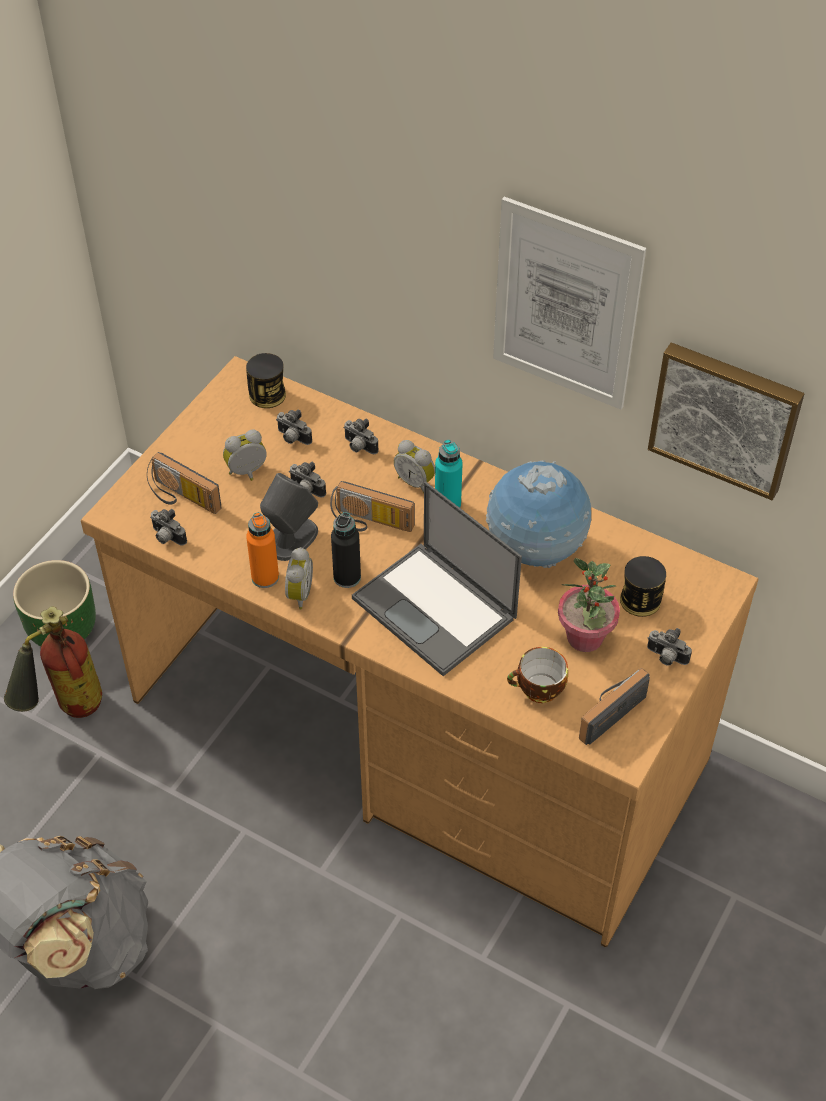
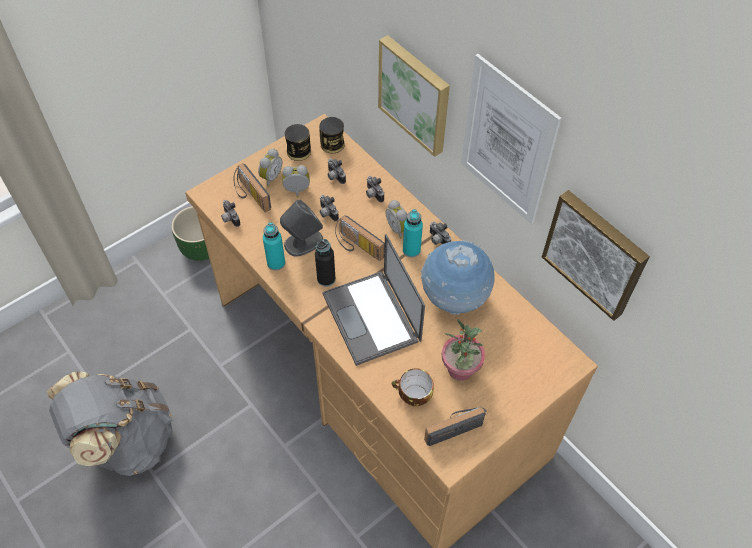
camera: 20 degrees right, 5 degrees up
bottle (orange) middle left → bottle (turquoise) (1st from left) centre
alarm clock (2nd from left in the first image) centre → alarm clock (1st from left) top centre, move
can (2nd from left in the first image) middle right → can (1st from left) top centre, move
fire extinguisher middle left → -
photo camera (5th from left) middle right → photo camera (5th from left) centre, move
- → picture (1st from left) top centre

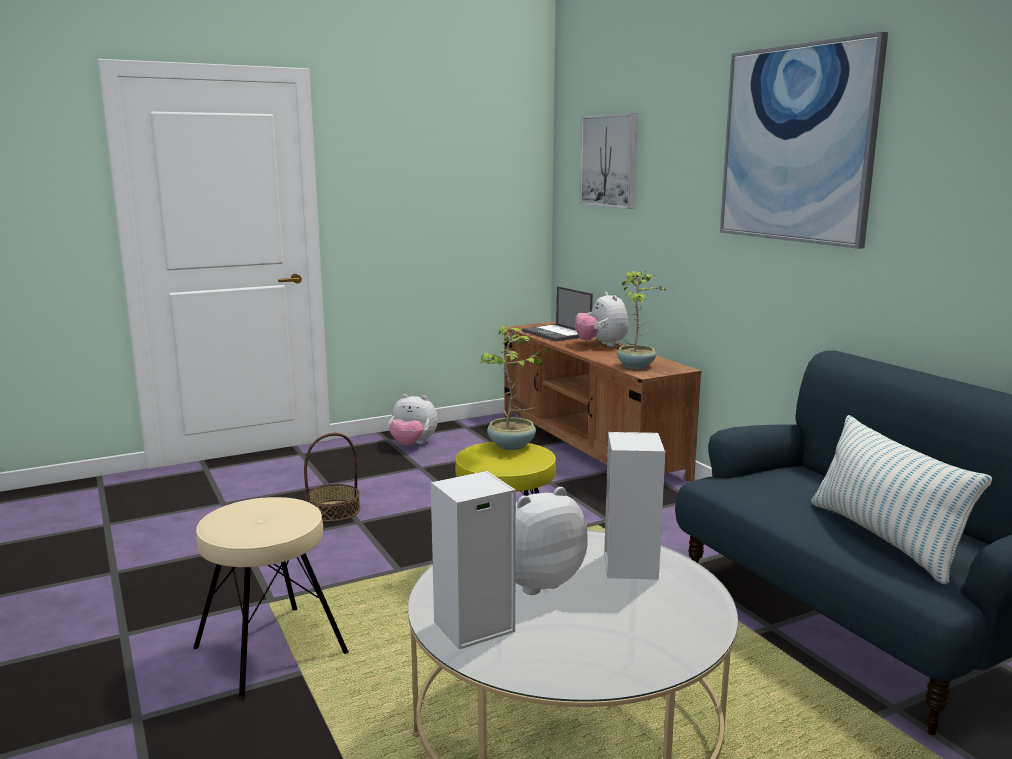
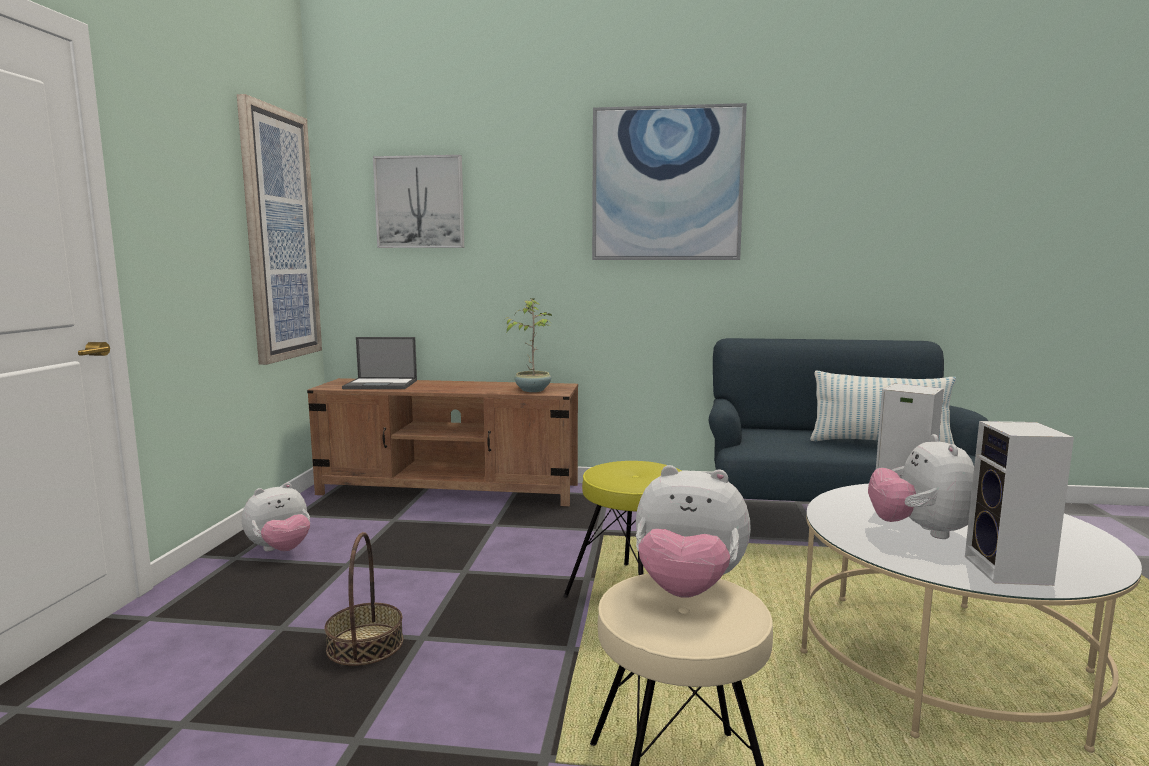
camera: 55 degrees left, 5 degrees down
plush toy (3rd from left in the first image) centre → plush toy (2nd from left) bottom centre, move
potted plant (1st from left) centre → -
- → picture (1st from left) top left

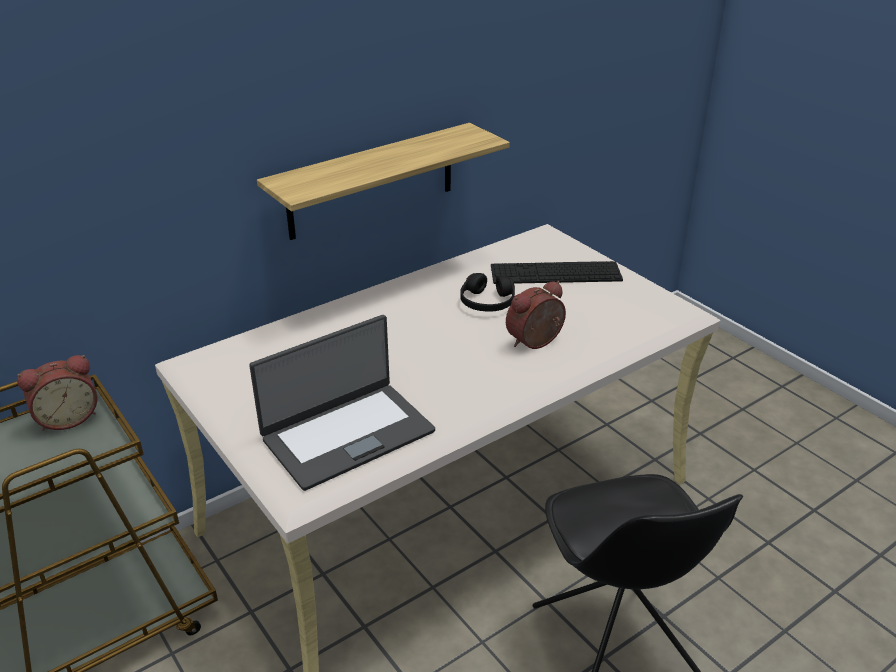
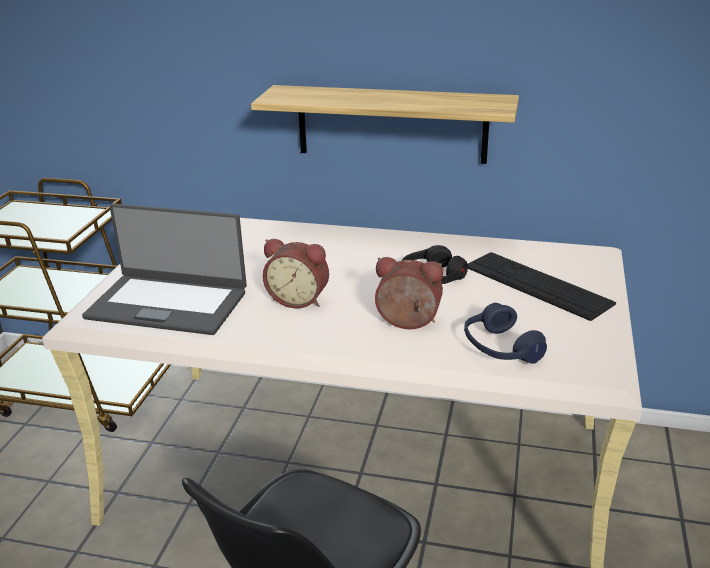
camera: 50 degrees right, 5 degrees down
alarm clock (1st from left) middle left → alarm clock (1st from left) centre, move
- → headphones (blue) middle right

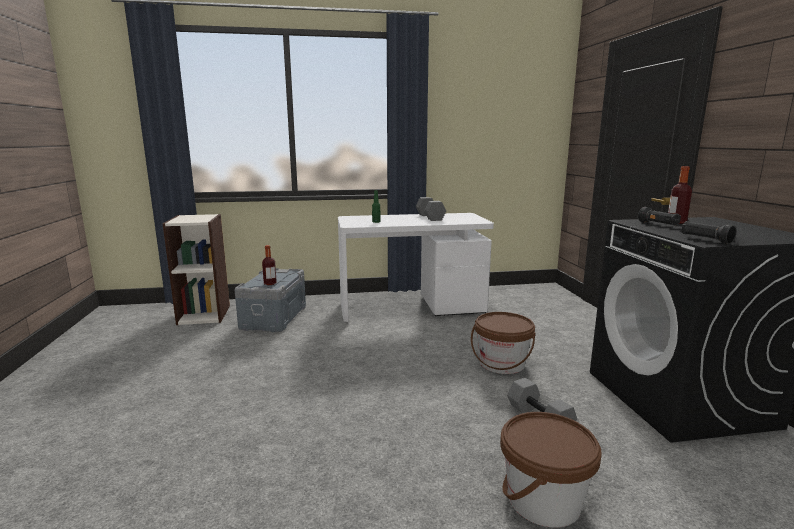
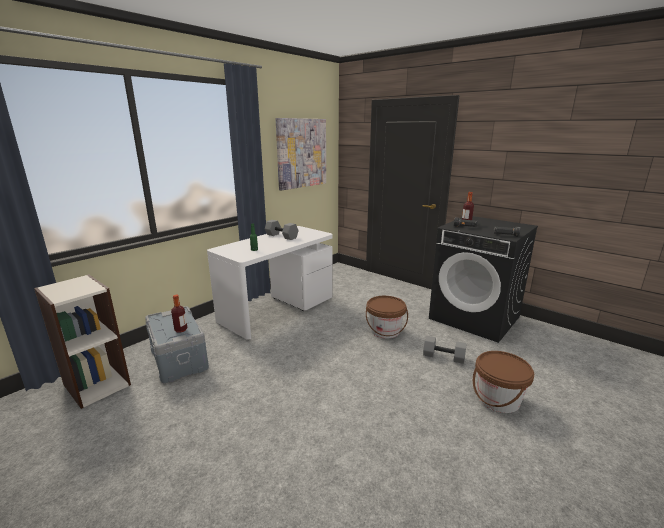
camera: 40 degrees left, 5 degrees up
- → picture top centre

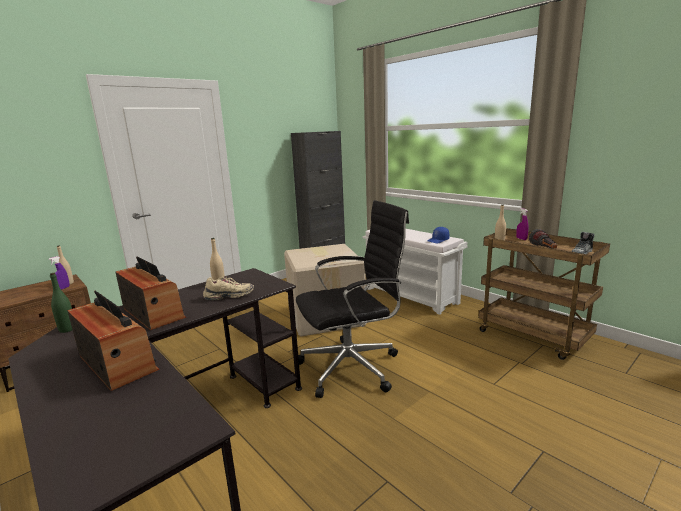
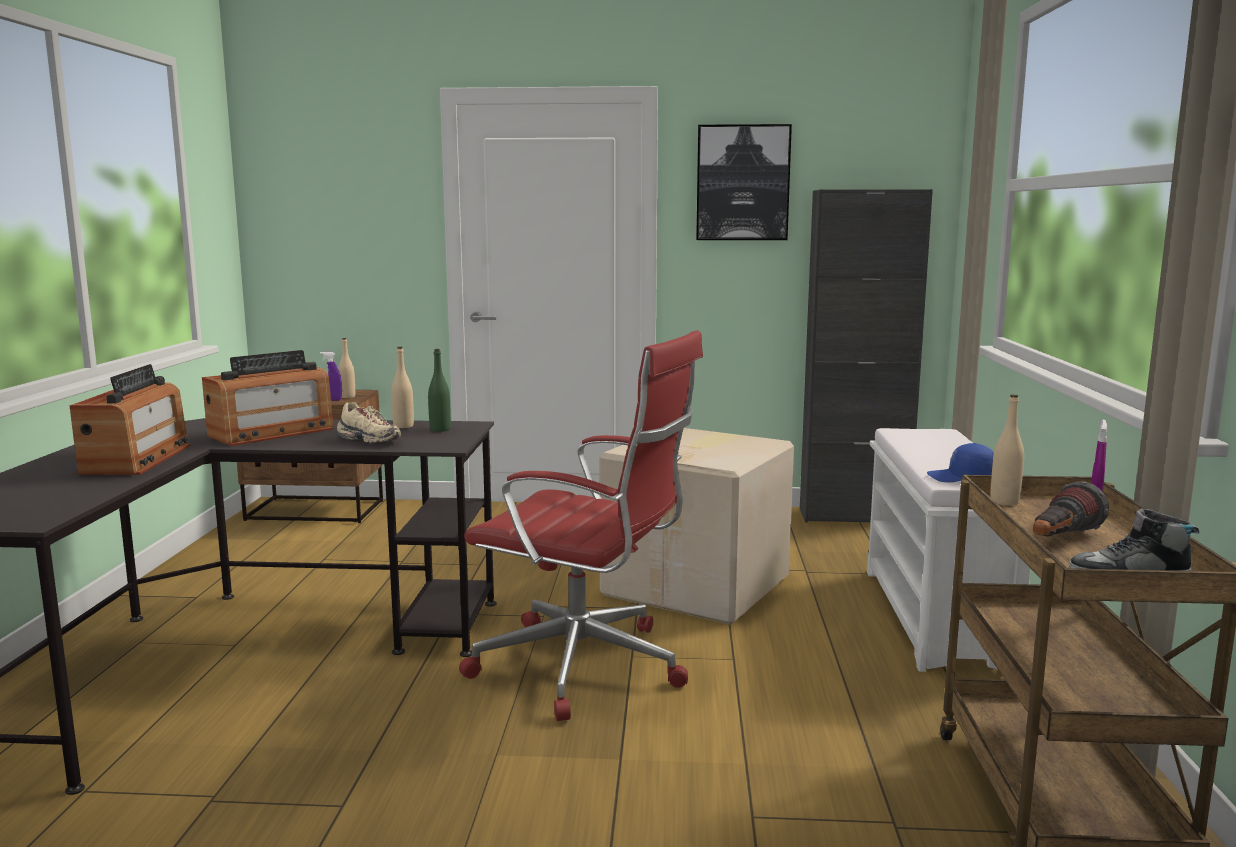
camera: 45 degrees right, 5 degrees down
office chair (black) centre → office chair (red) centre
radio (2nd from left) middle left, 45 degrees clockwise
bottle (green) middle left → bottle (green) centre, move
- → picture top centre

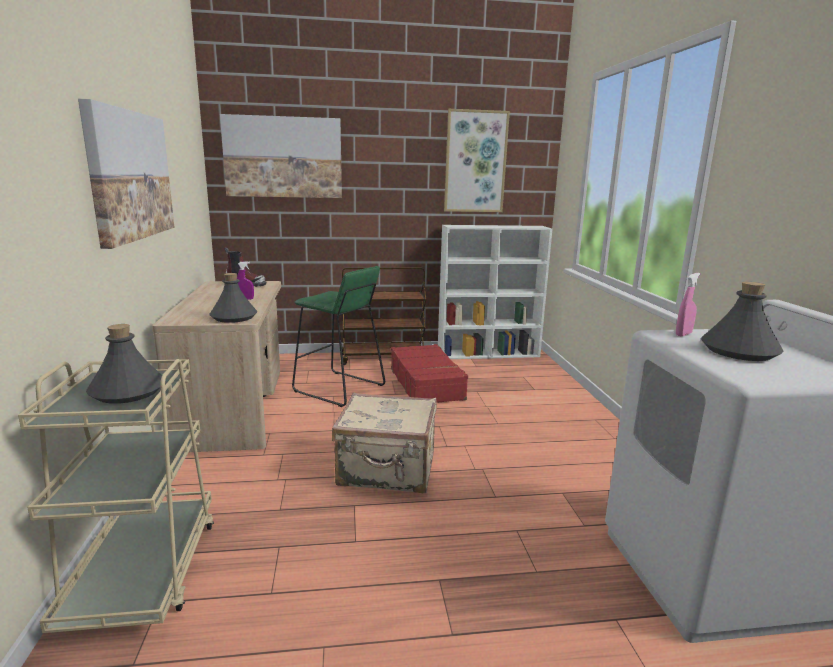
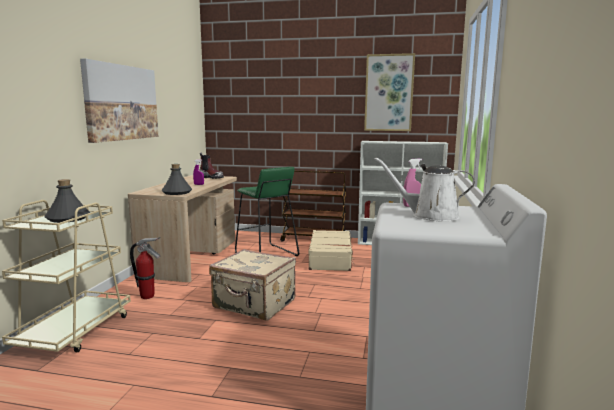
camera: 20 degrees right, 5 degrees down
picture (2nd from left) top centre → -
bottle (grey) (3rd from left) middle right → watering can (white) middle right
suitcase (red) centre → suitcase (beige) (2nd from left) centre
- → fire extinguisher middle left

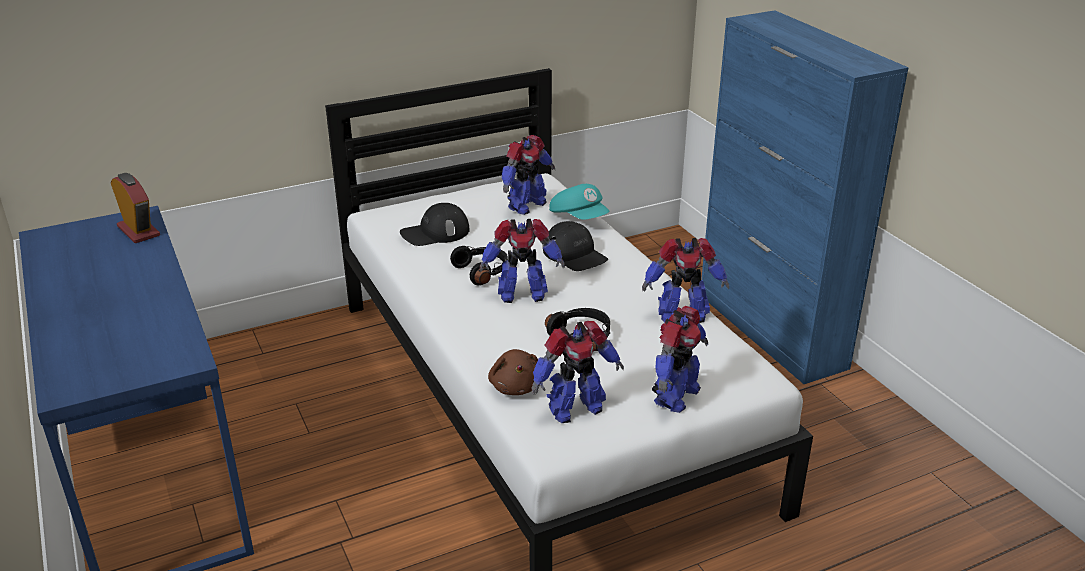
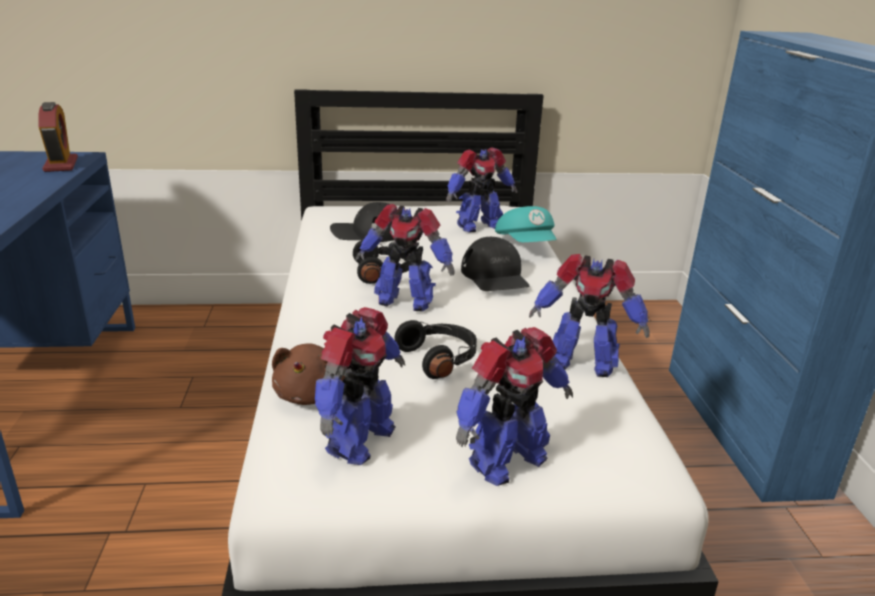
camera: 20 degrees right, 5 degrees down
toy robot (3rd from left in the first image) centre → toy robot (1st from left) centre, 60 degrees counterclockwise

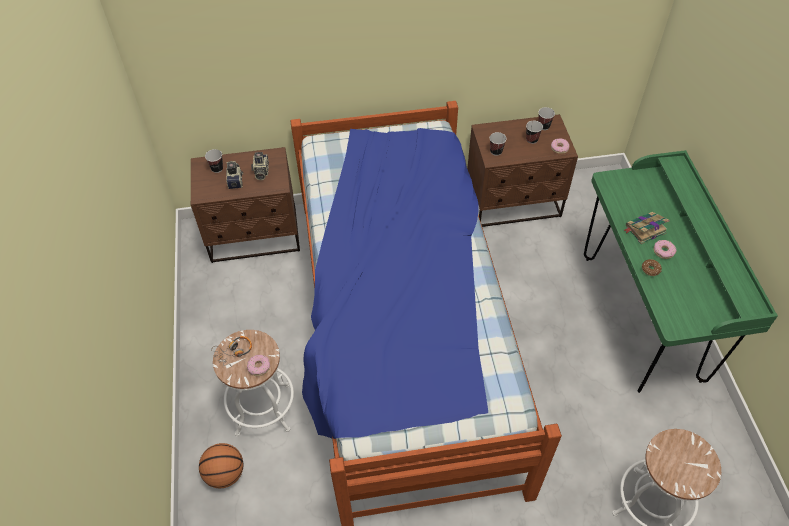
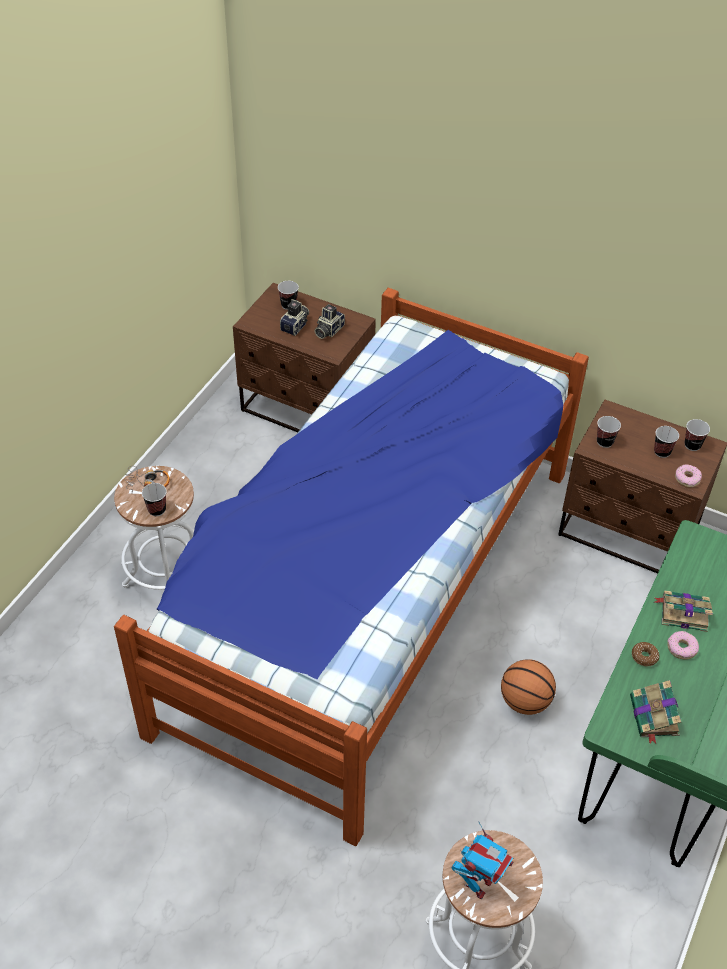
camera: 35 degrees right, 5 degrees down
donut (1st from left) bottom left → cup (1st from left) middle left
basketball bottom left → basketball bottom right, move
- → book (1st from left) bottom right
- → toy robot bottom centre

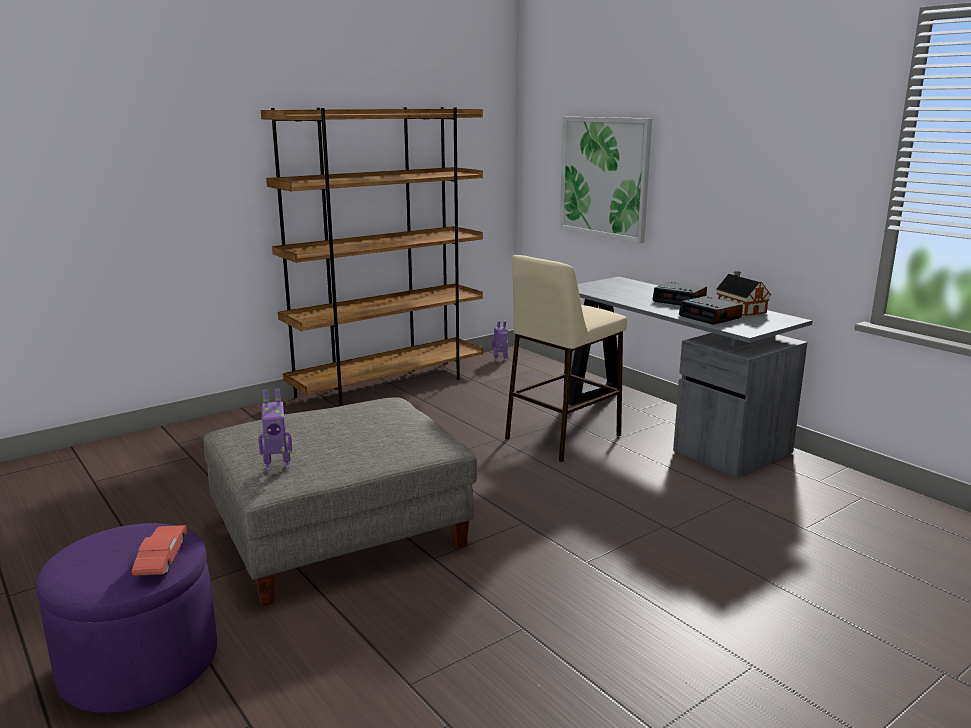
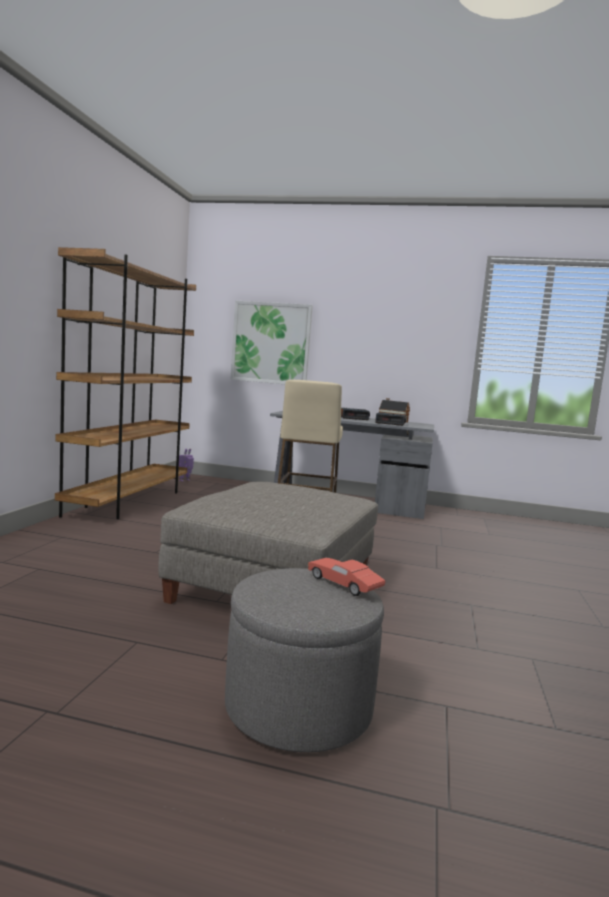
camera: 40 degrees left, 10 degrees down
toy robot (1st from left) middle left → -
ottoman (purple) bottom left → ottoman (grey) (2nd from left) bottom centre

